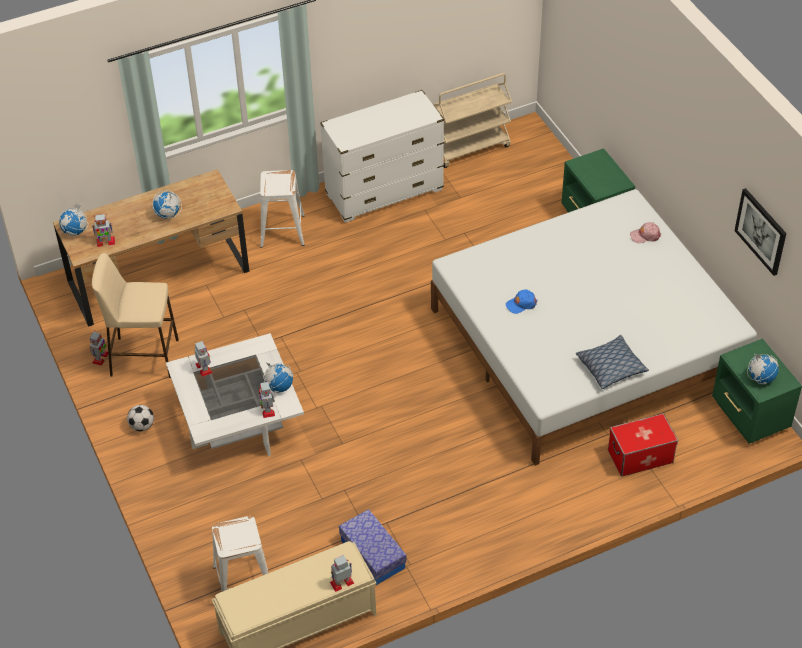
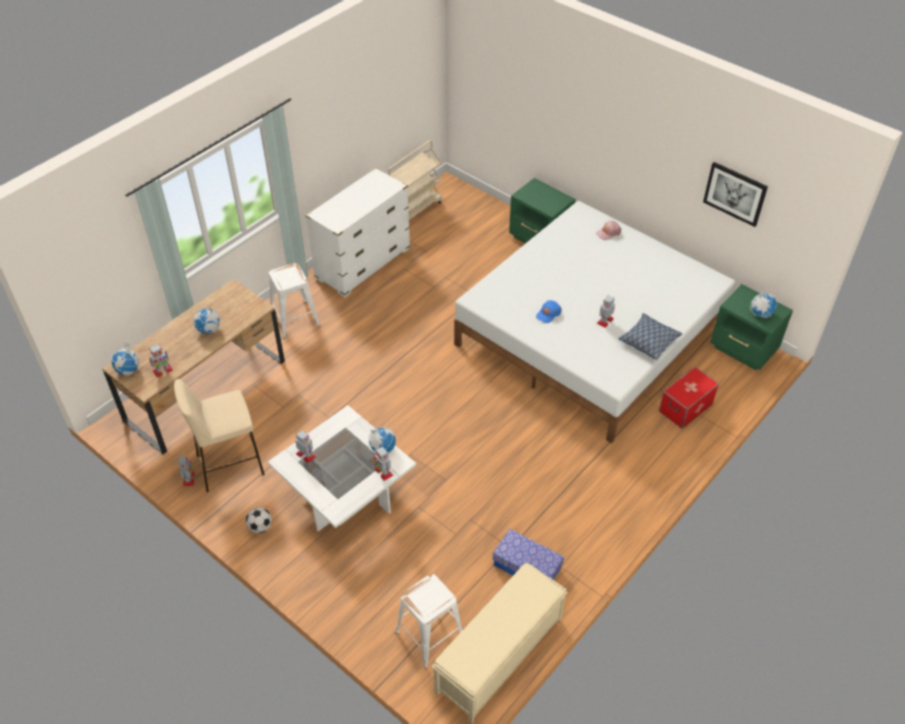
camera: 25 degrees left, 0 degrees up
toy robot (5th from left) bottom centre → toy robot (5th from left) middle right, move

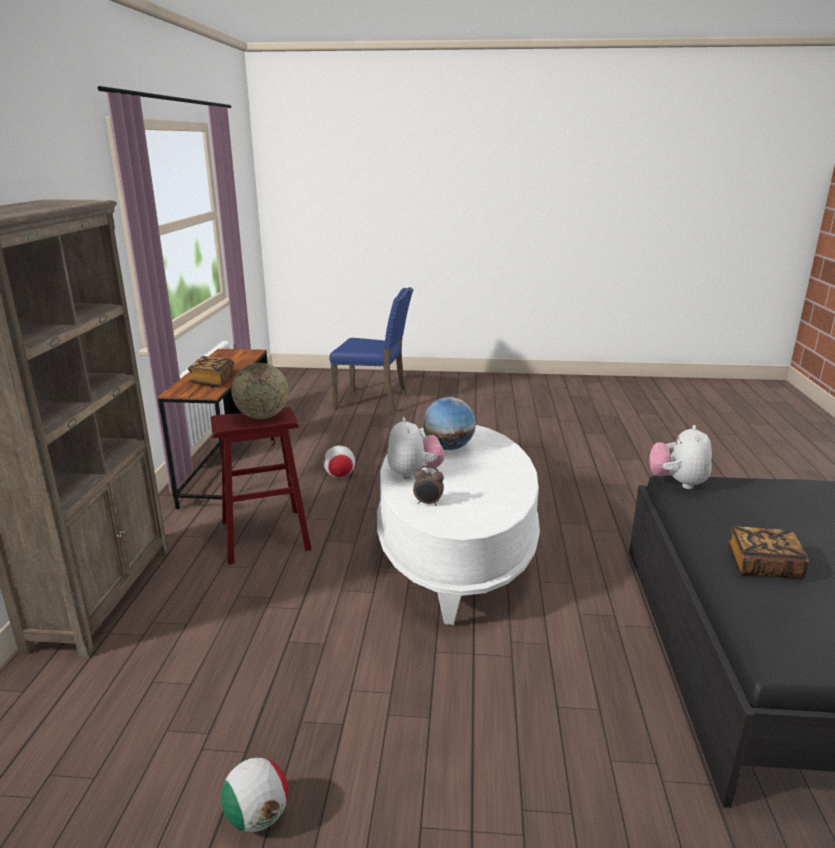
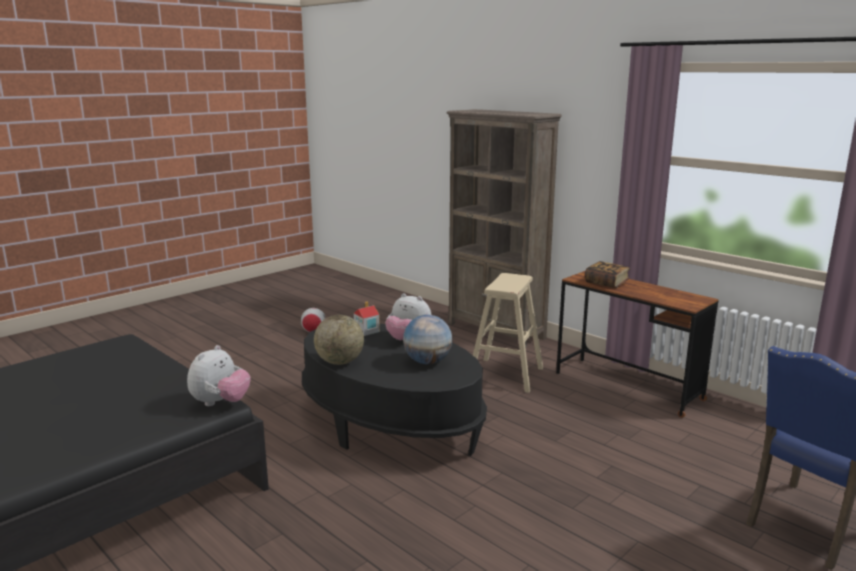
camera: 130 degrees right, 5 degrees down
globe (1st from left) middle left → globe (1st from left) centre, move
stool (red) middle left → stool (beige) centre
coffee table (white) centre → coffee table (black) bottom centre
plush toy (2nd from left in the first image) middle right → plush toy (1st from left) middle left, 60 degrees clockwise
football (2nd from left) centre → -
alarm clock centre → toy house centre
book (2nd from left) middle right → -

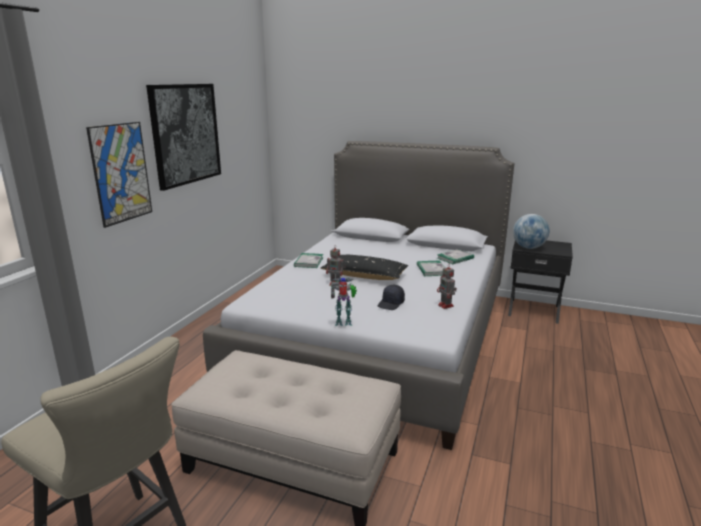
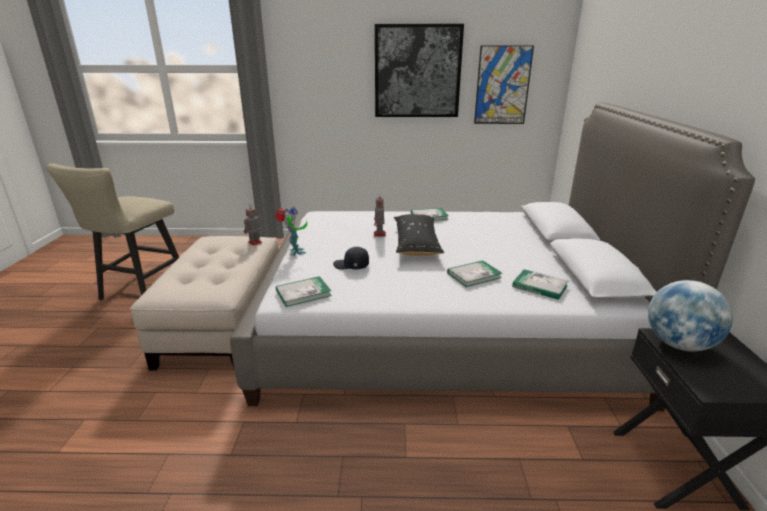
camera: 70 degrees right, 5 degrees up
picture (1st from left in the first image) top left → picture (2nd from left) top centre, move
toy robot (3rd from left in the first image) centre → toy robot (1st from left) middle left, move
- → book (1st from left) centre

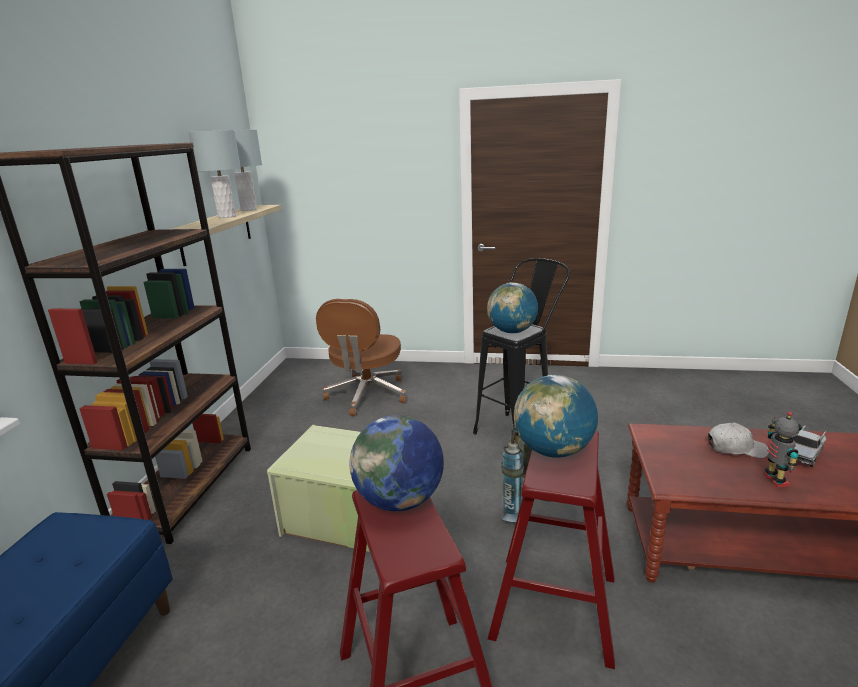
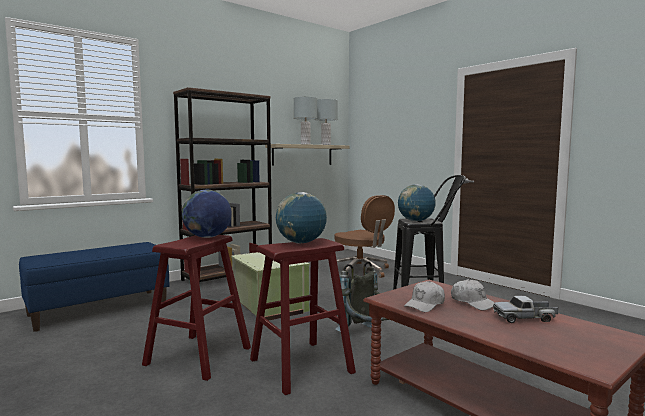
camera: 40 degrees right, 15 degrees down
office chair (brown) centre, 90 degrees counterclockwise
toy robot middle right → -
- → cap (white) (1st from left) bottom centre

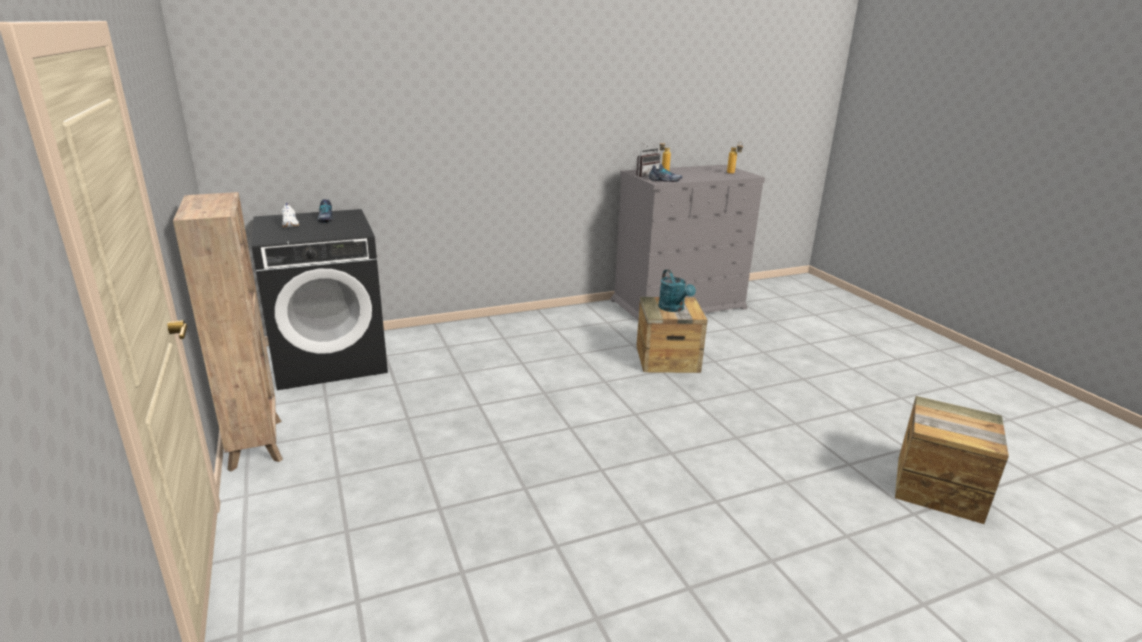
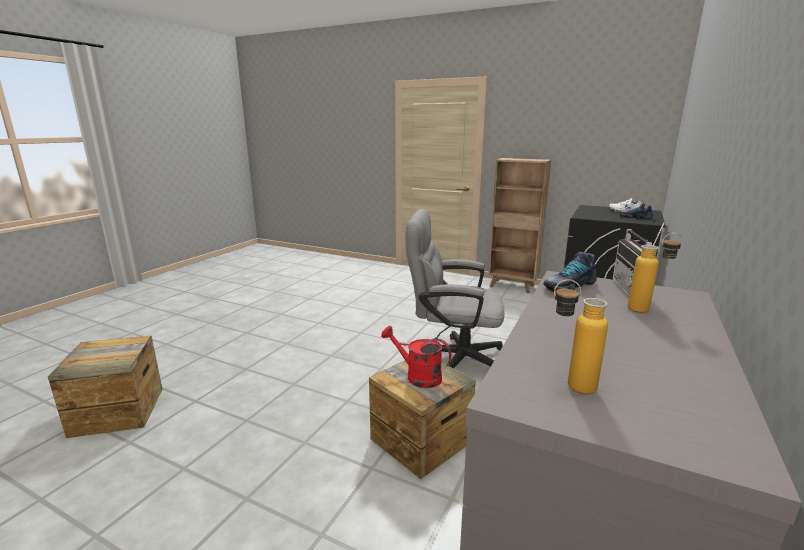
camera: 140 degrees right, 5 degrees down
watering can (turquoise) centre → watering can (red) centre
- → office chair (grey) centre

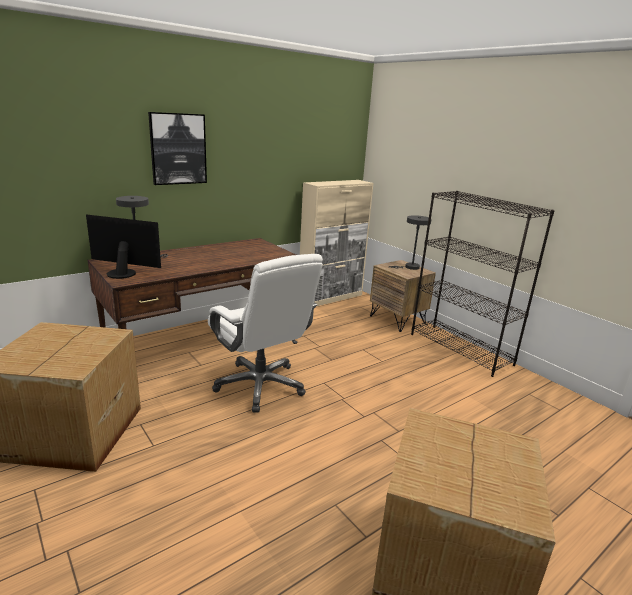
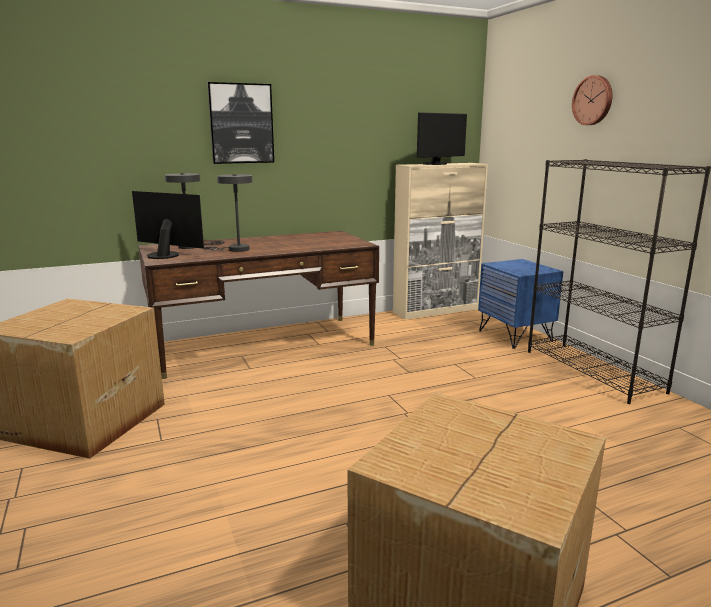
camera: 15 degrees right, 5 degrees down
table lamp (grey) (2nd from left) centre → table lamp (grey) (2nd from left) middle left, move
office chair (white) centre → -
nightstand (brown) centre → nightstand (blue) middle right
- → wall clock top right
- → monitor (2nd from left) top centre

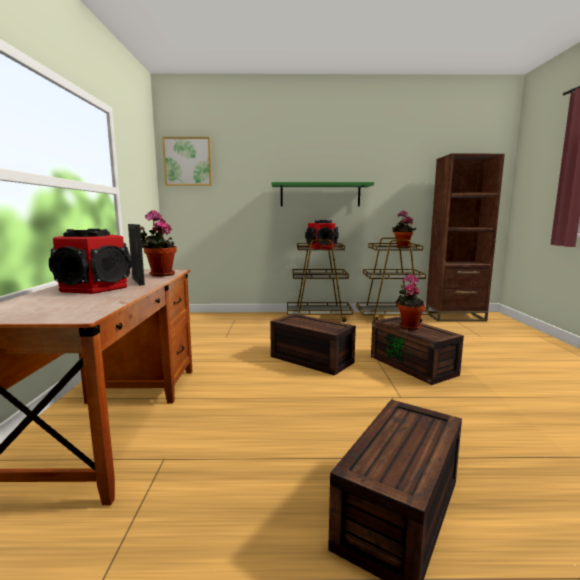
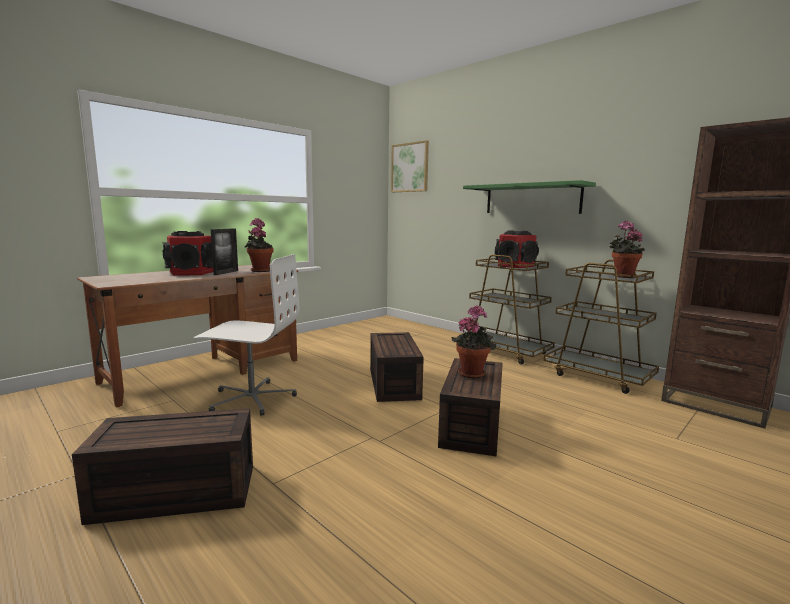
camera: 45 degrees right, 0 degrees up
- → office chair (white) middle left

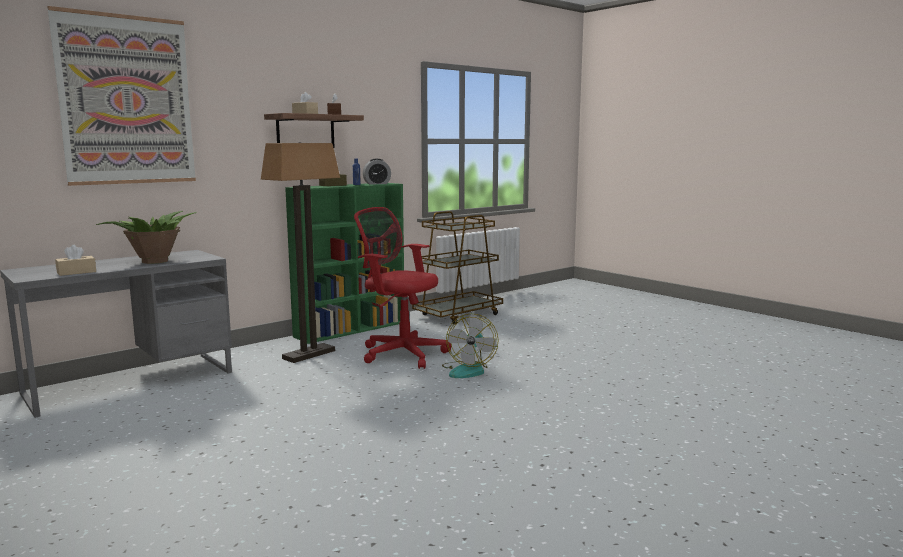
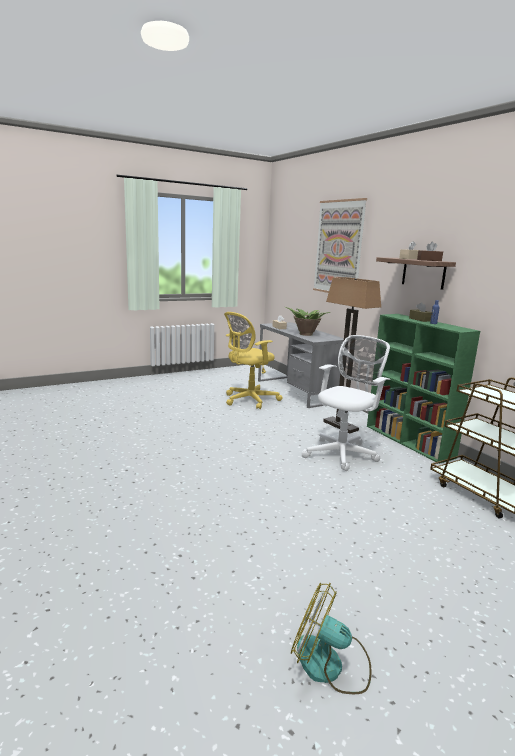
camera: 100 degrees right, 5 degrees up
alarm clock top centre → -
office chair (red) centre → office chair (white) middle right
fan centre → fan bottom centre, move
- → office chair (yellow) centre

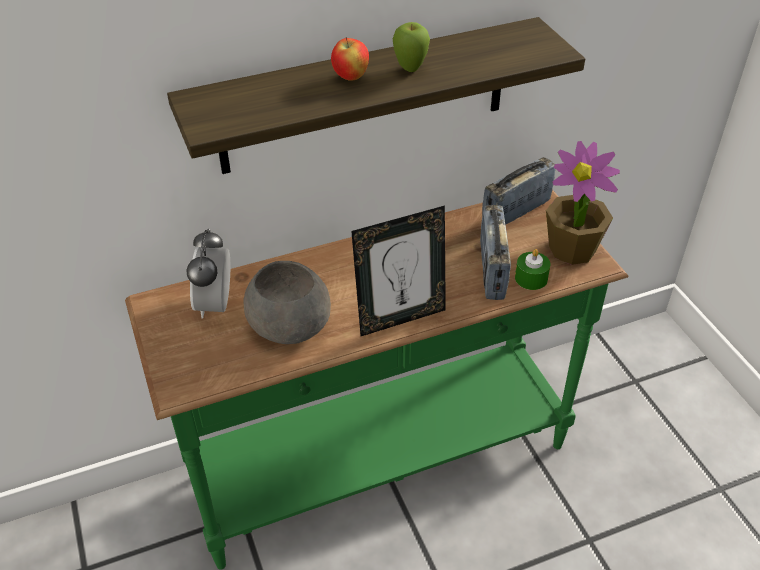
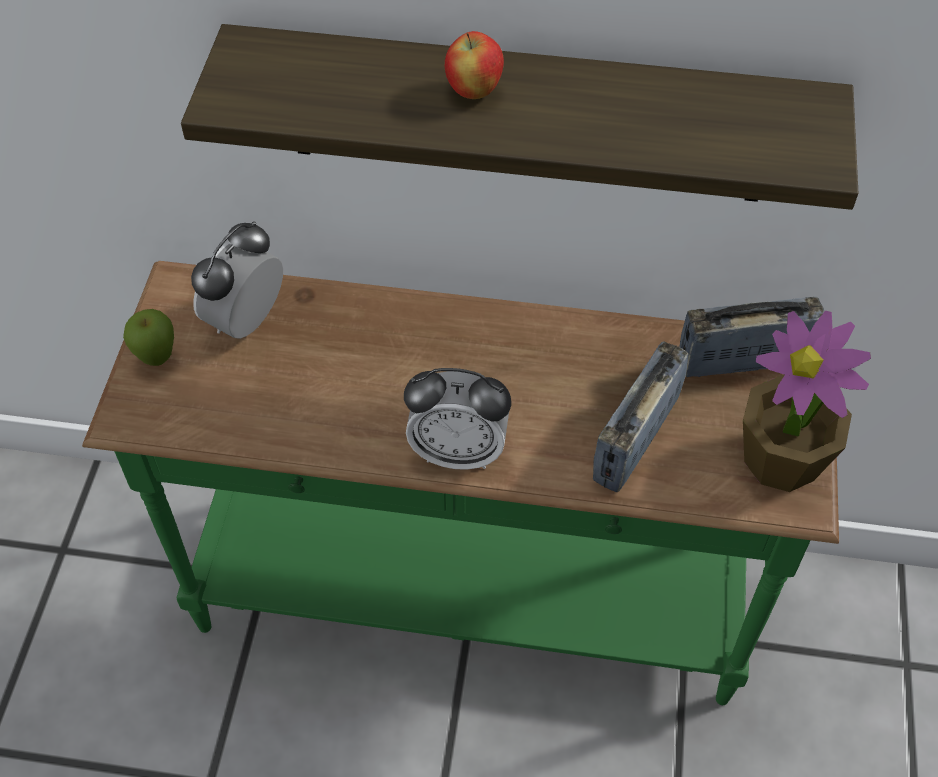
camera: 30 degrees right, 10 degrees up
apple (2nd from left in the first image) top centre → apple (1st from left) middle left, move
picture frame centre → alarm clock (2nd from left) centre
candle (green) middle right → -
bowl (grey) centre → -

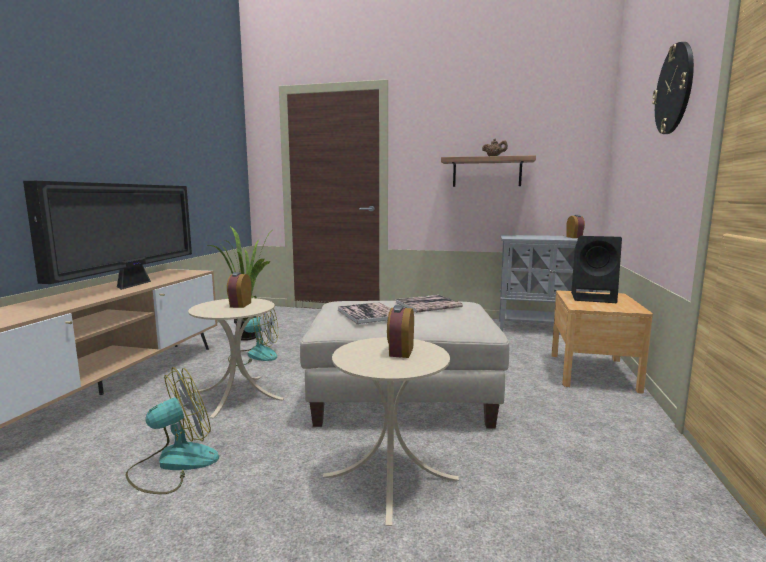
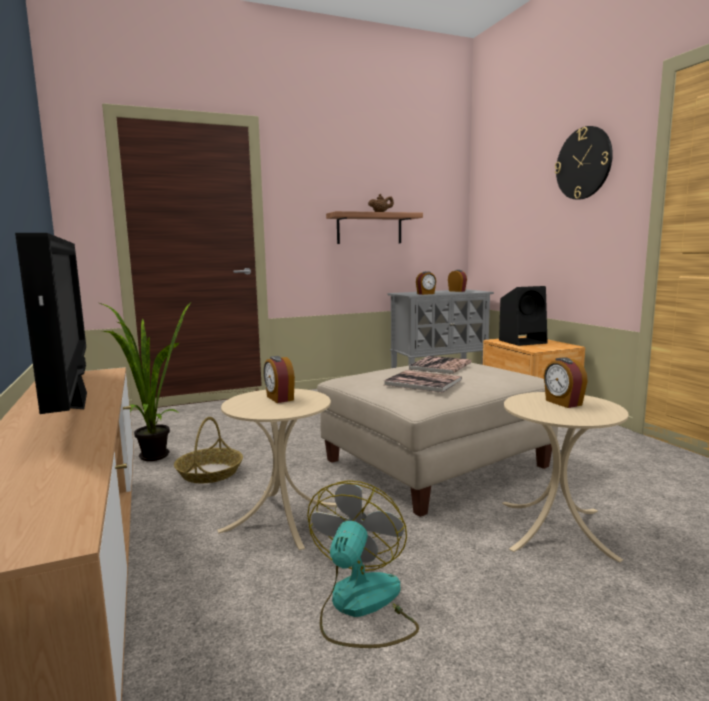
camera: 35 degrees left, 0 degrees up
fan (2nd from left) middle left → basket middle left
- → alarm clock (2nd from left) centre

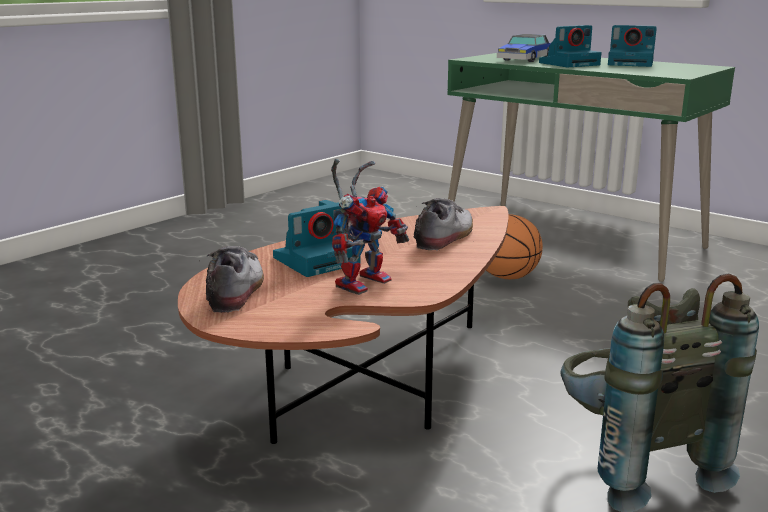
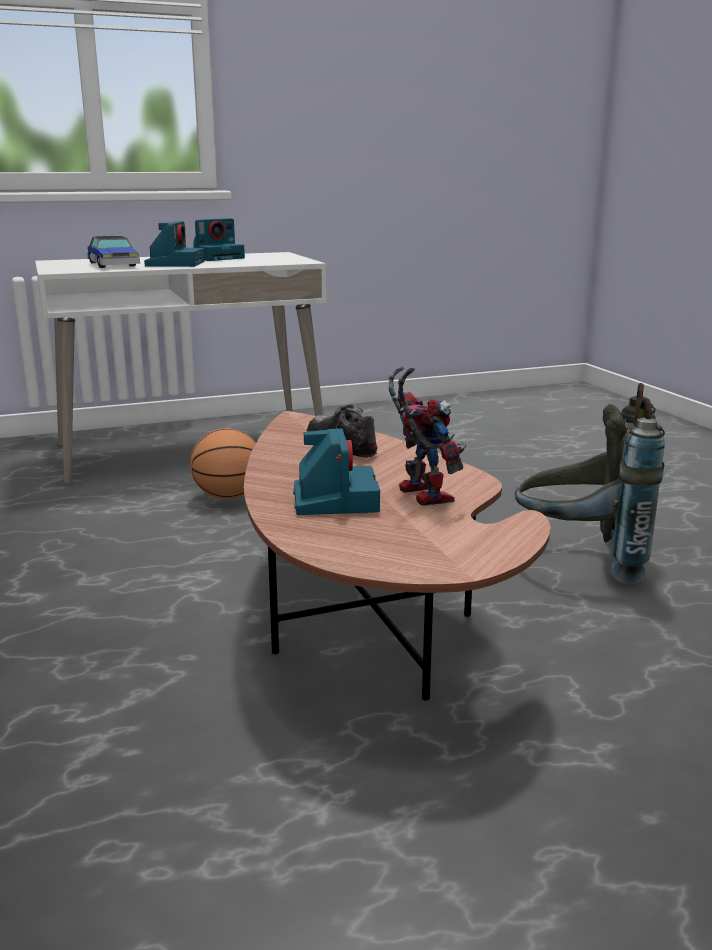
camera: 60 degrees left, 0 degrees up
desk (green) top right → desk (white) middle left
shoe (1st from left) middle left → -

